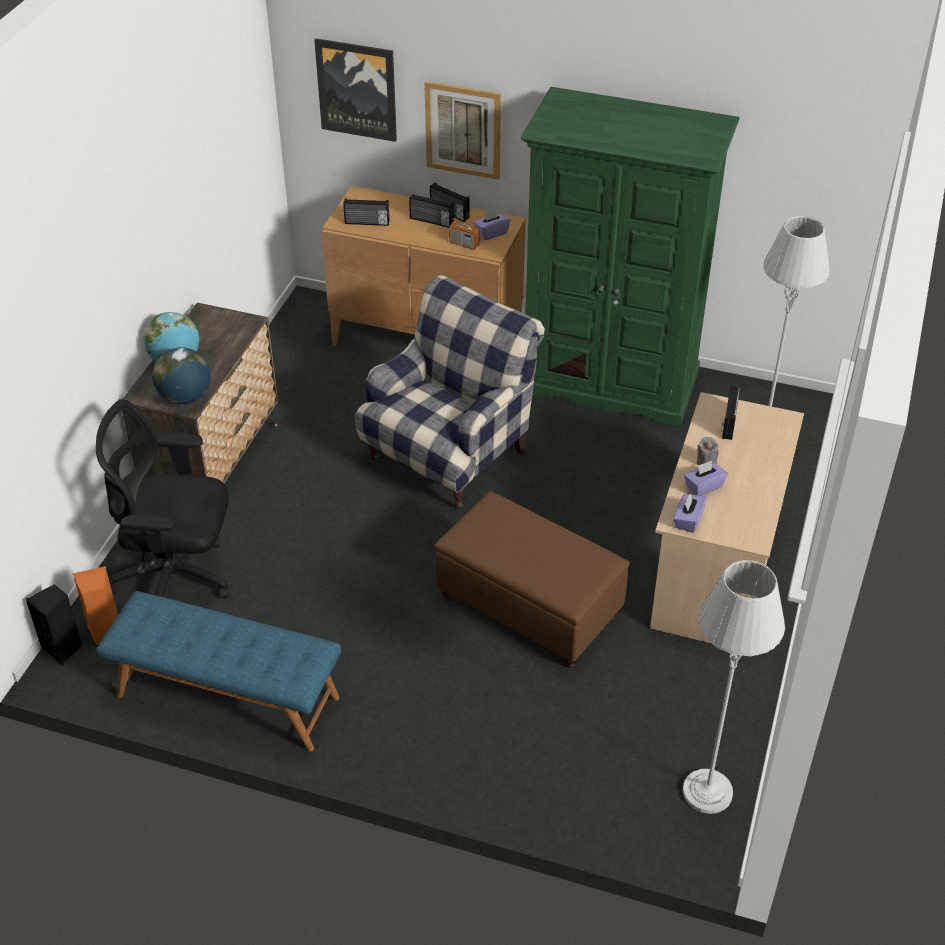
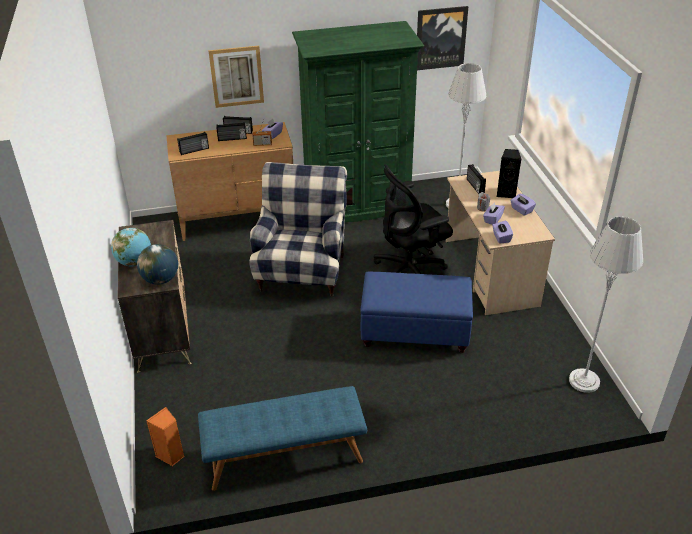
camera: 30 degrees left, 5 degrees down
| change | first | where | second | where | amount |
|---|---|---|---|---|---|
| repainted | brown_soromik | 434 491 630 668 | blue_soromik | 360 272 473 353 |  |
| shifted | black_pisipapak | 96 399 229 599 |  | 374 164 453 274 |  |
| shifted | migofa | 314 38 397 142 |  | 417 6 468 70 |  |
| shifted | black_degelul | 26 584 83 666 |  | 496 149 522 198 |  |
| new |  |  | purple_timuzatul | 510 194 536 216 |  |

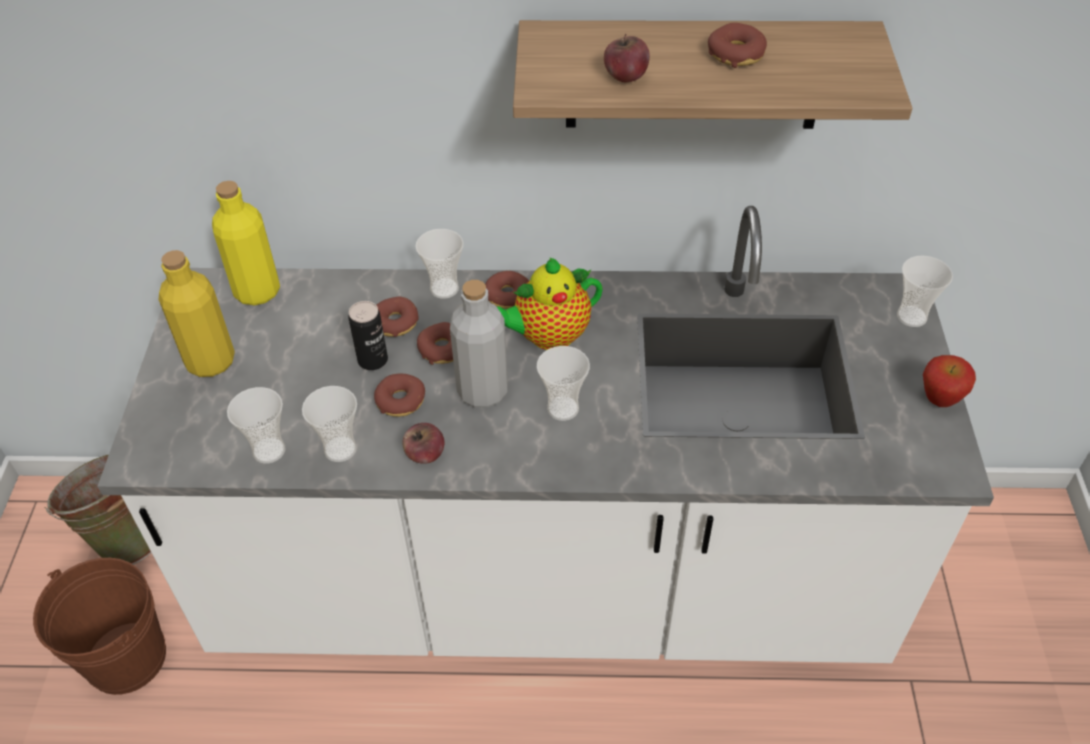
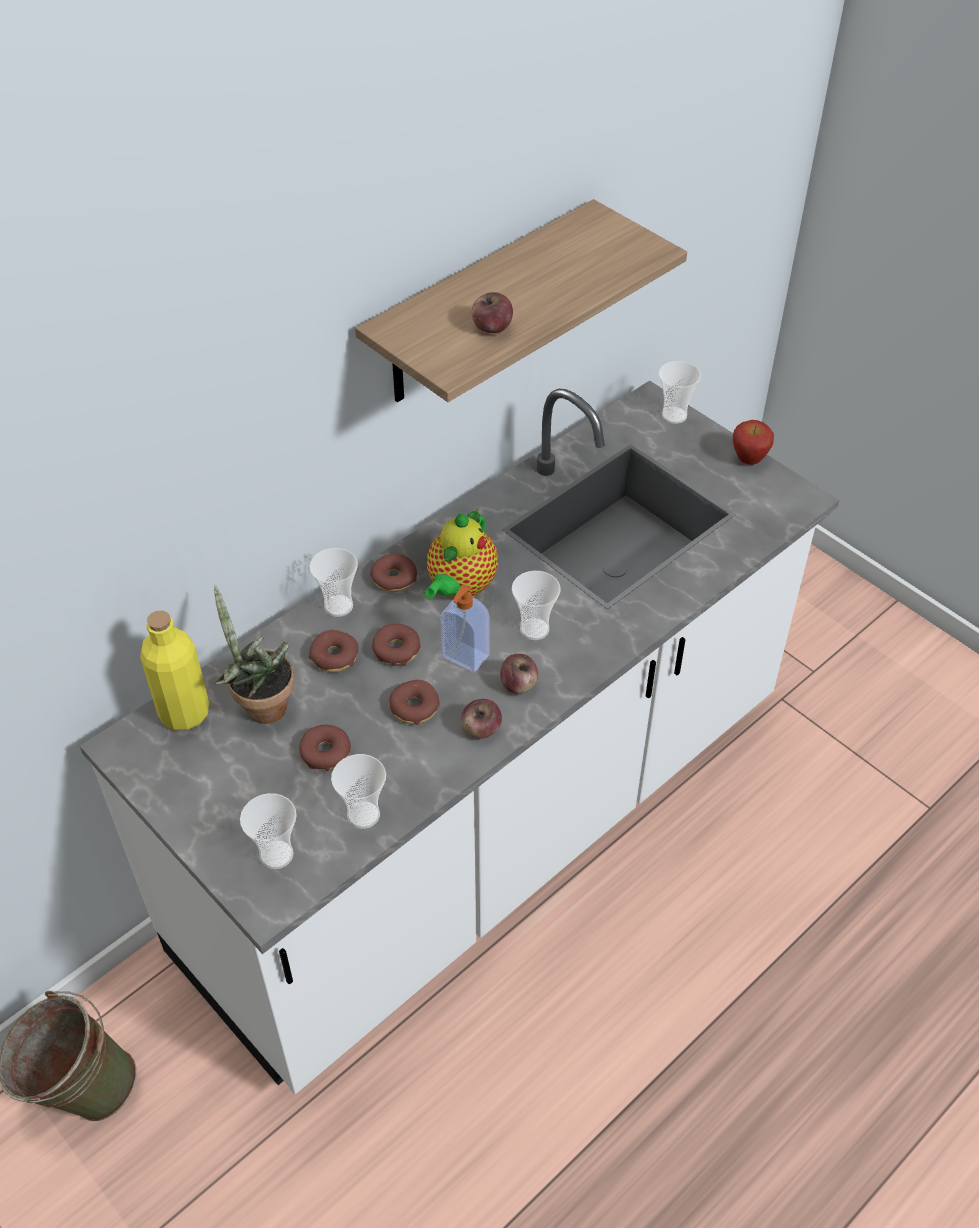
camera: 45 degrees left, 0 degrees up
| change | first | where | second | where | amount |
|---|---|---|---|---|---|
| new |  |  | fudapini | 213 584 295 724 |  |
| shifted | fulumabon | 302 386 357 462 |  | 240 793 297 869 |  |
| shifted | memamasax | 708 23 767 68 |  | 299 725 351 771 |  |
| swapped | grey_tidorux | 450 280 508 408 | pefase | 440 584 489 673 |  |
| new |  |  | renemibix | 500 654 538 694 |  |
| gone | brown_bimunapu | 33 558 166 695 |  |  |  |
| gone | yellow_tidorux | 159 250 235 377 |  |  |  |
| gone | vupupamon | 348 301 388 370 |  |  |  |

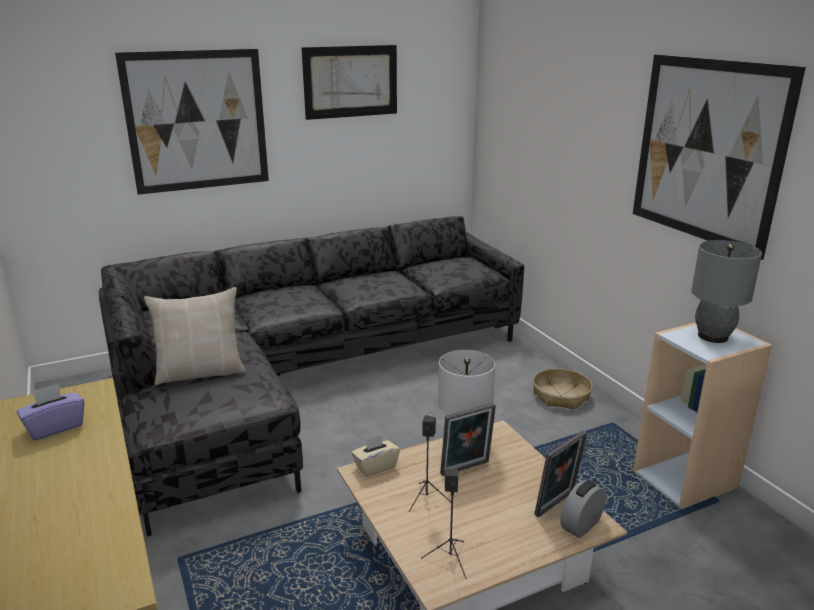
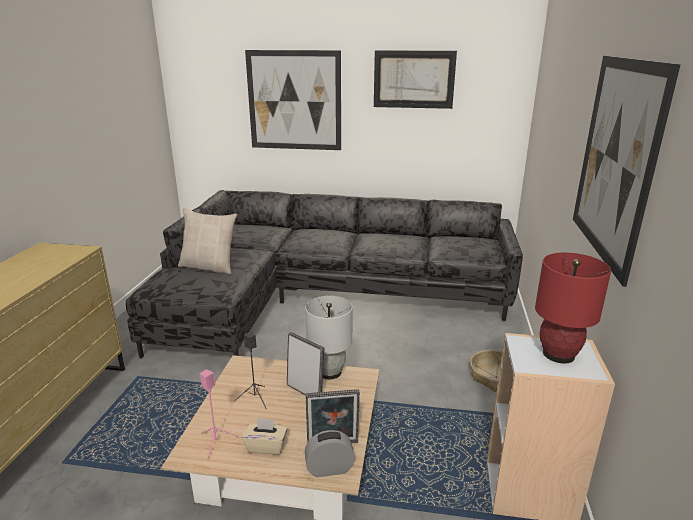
camera: 35 degrees right, 0 degrees up
| change | first | where | second | where | amount |
|---|---|---|---|---|---|
| repainted | black_degelul | 421 468 466 579 | pink_degelul | 200 369 239 461 |  |
| shifted | beige_timuzatul | 351 434 400 477 |  | 242 418 288 455 |  |
| rotated | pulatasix | 440 403 496 476 |  | 287 332 324 396 | 150 degrees counterclockwise |
| repainted | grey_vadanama | 691 240 762 343 | red_vadanama | 535 253 611 363 |  |
| gone | purple_timuzatul | 17 383 84 441 |  |  |  |

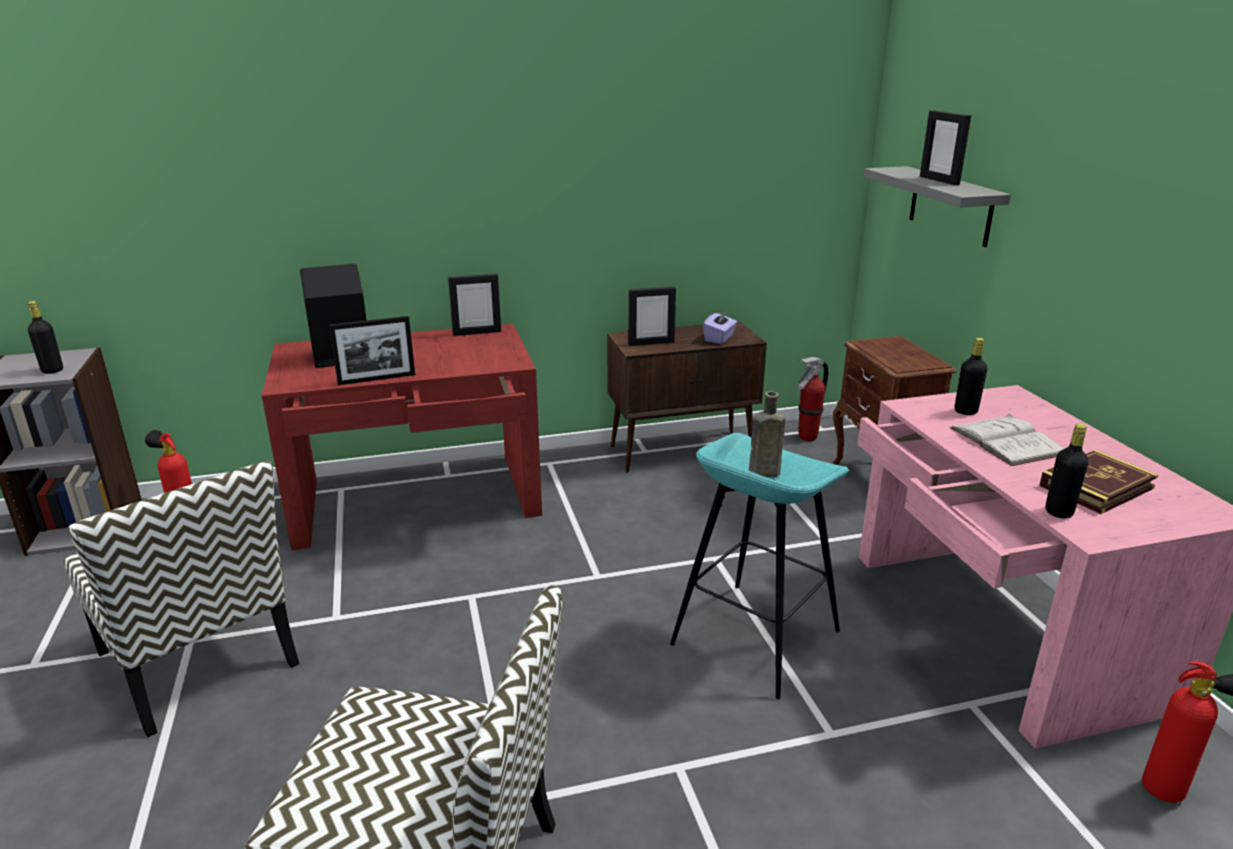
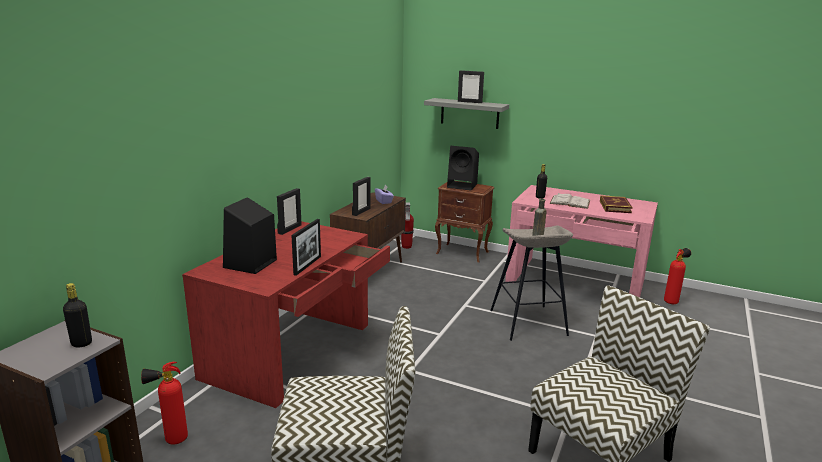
camera: 50 degrees left, 5 degrees down
| change | first | where | second | where | amount |
|---|---|---|---|---|---|
| new |  |  | black_degelul | 447 146 479 191 |  |
| repainted | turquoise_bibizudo | 670 433 849 699 | grey_bibizudo | 490 226 573 341 |  |
| gone | black_tidorux | 1046 423 1089 519 |  |  |  |

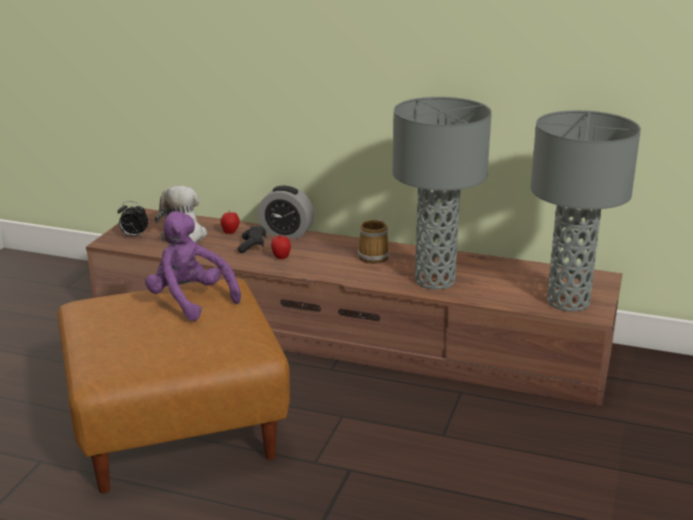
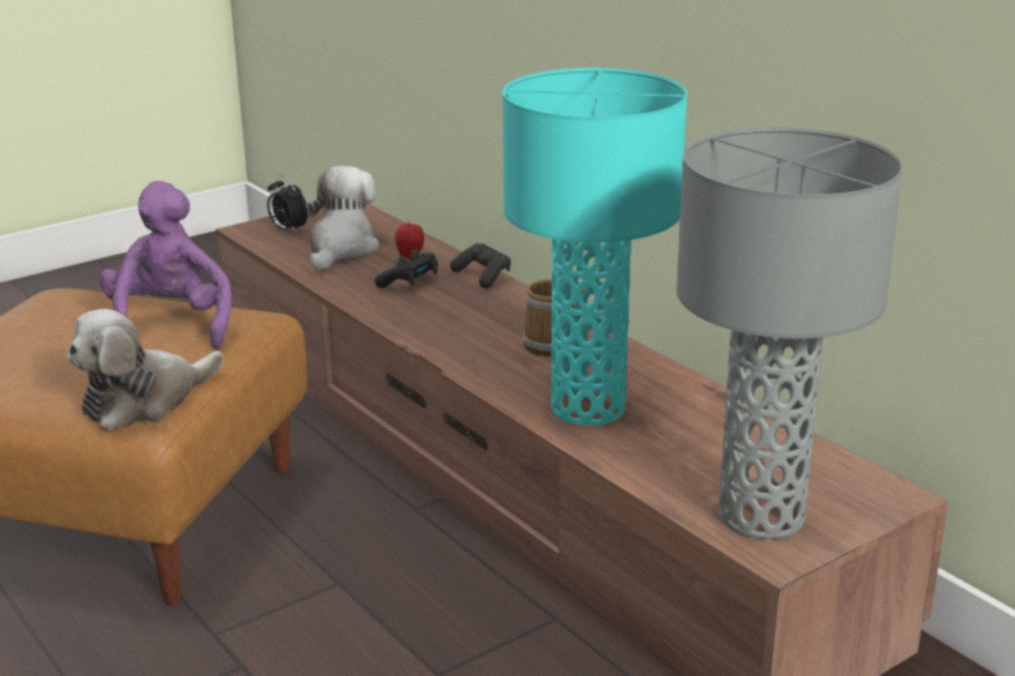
camera: 35 degrees right, 0 degrees up
| change | first | where | second | where | amount |
|---|---|---|---|---|---|
| new |  |  | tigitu | 67 309 224 430 |  |
| swapped | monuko | 258 186 314 239 | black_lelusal | 450 243 511 289 |  |
| repainted | grey_vadanama | 392 97 492 289 | turquoise_vadanama | 503 68 687 426 |  |
| gone | renemibix | 271 235 291 259 |  |  |  |

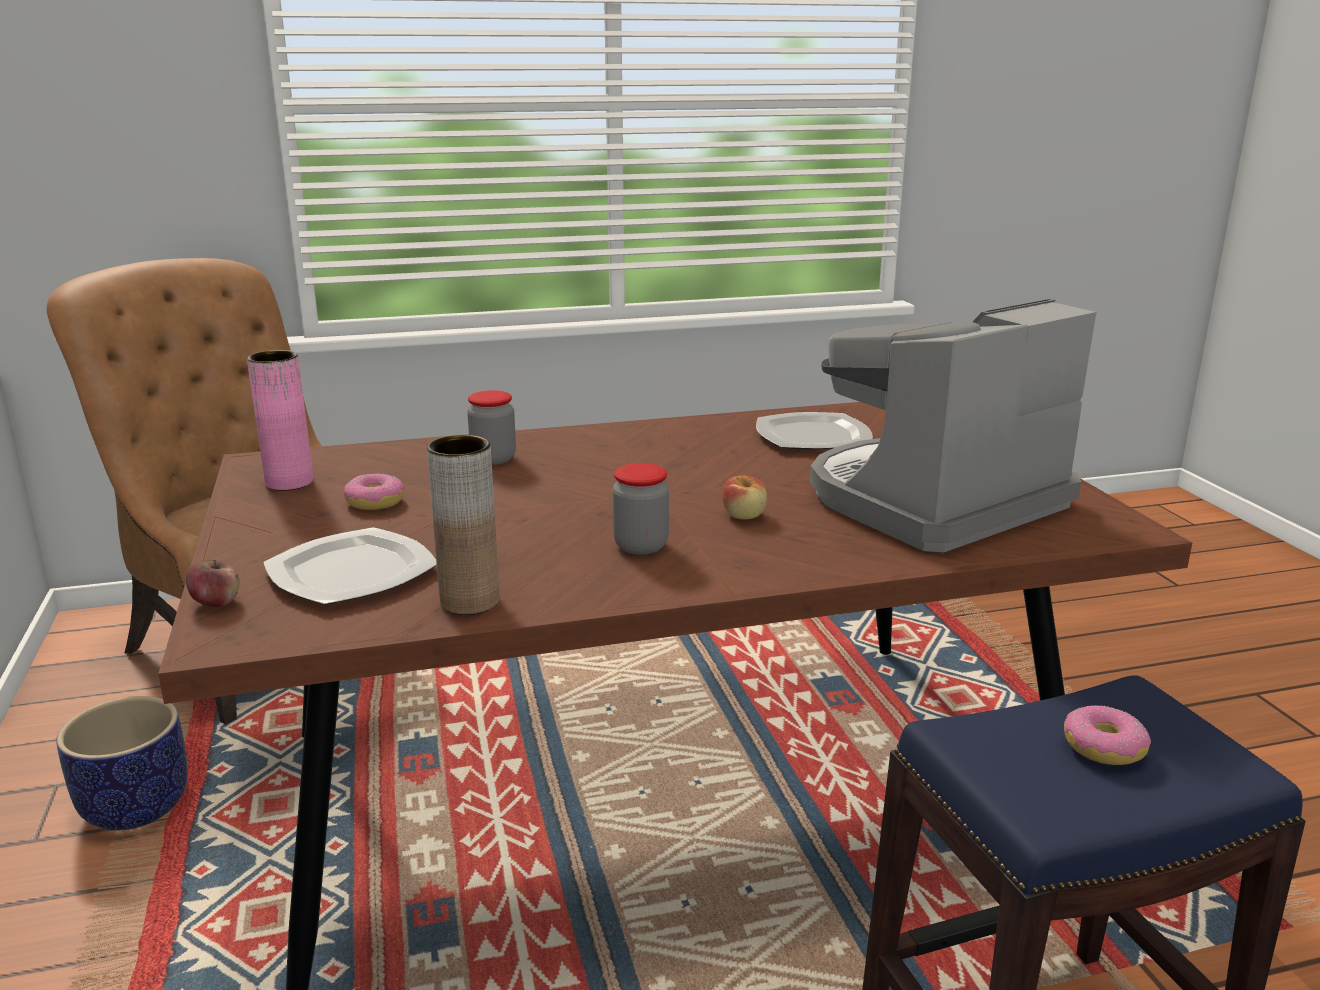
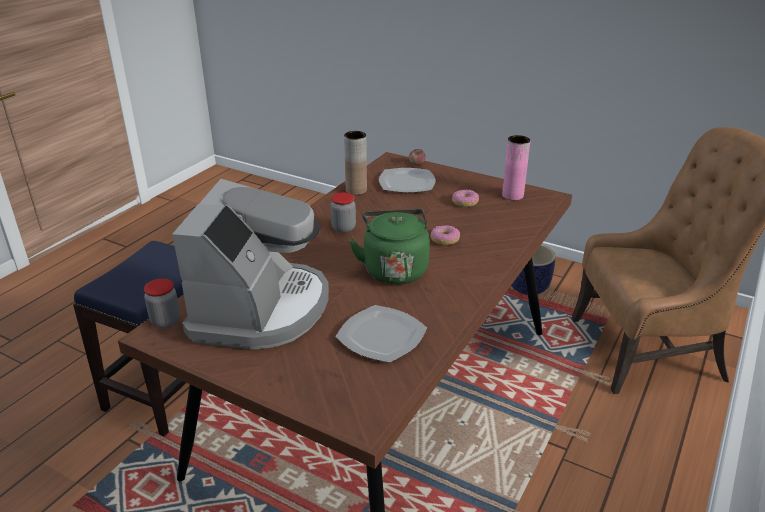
camera: 135 degrees right, 10 degrees up
| change | first | where | second | where | amount |
|---|---|---|---|---|---|
| shifted | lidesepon | 467 390 516 465 |  | 144 279 180 328 |  |
| new |  |  | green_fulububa | 349 209 430 284 |  |
| shifted | memamasax | 1064 705 1151 765 |  | 431 225 460 245 |  |
| gone | renemibix | 722 475 767 520 |  |  |  |

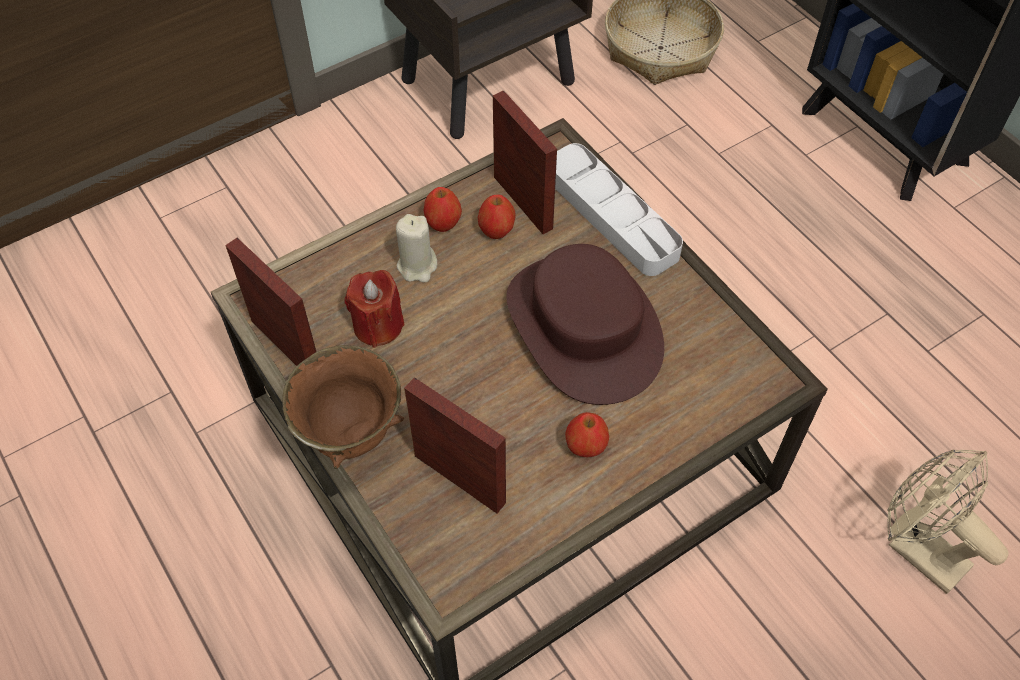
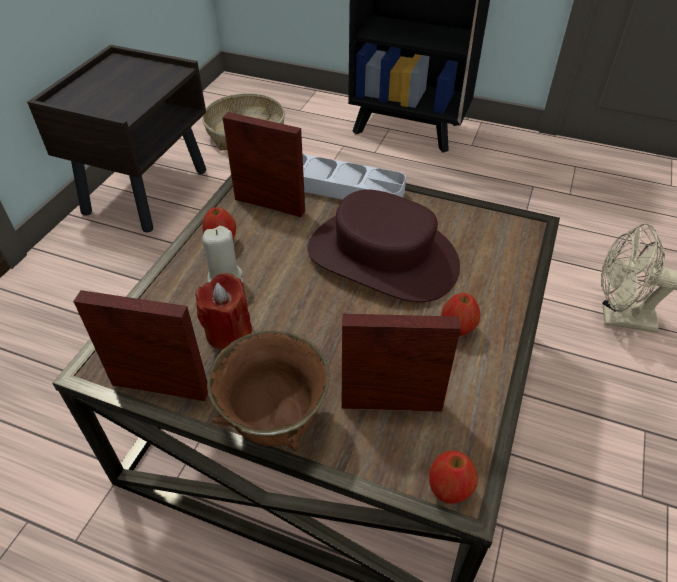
camera: 35 degrees left, 10 degrees down
| change | first | where | second | where | amount |
|---|---|---|---|---|---|
| shifted | renemibix | 478 194 516 239 |  | 429 451 478 504 |  |

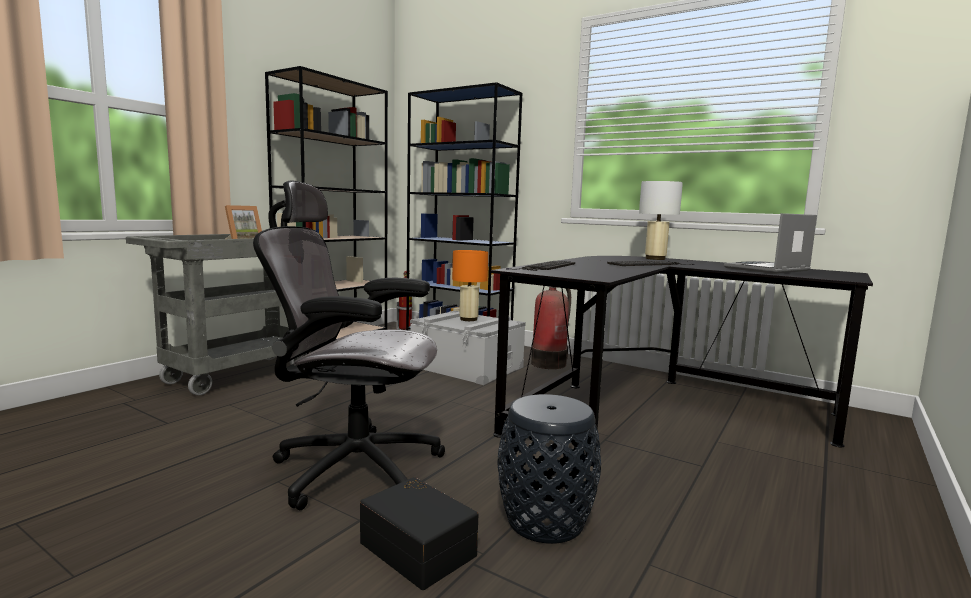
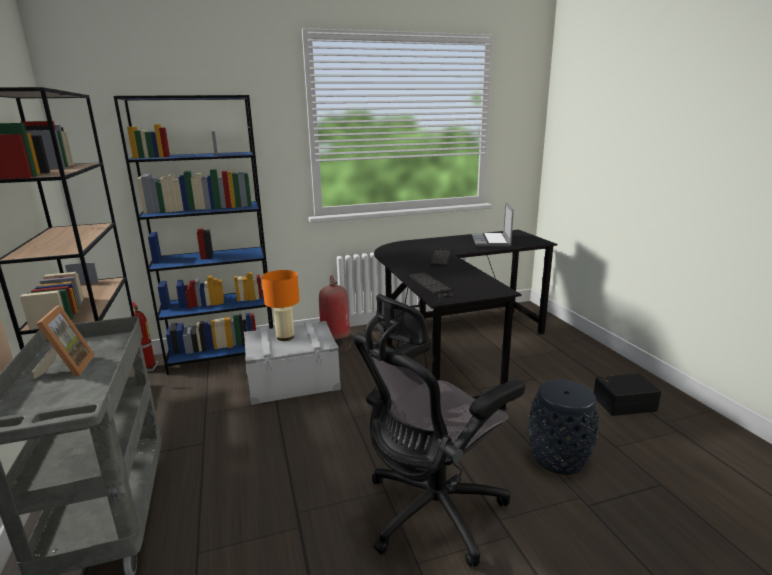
camera: 50 degrees left, 10 degrees up
| change | first | where | second | where | amount |
|---|---|---|---|---|---|
| shifted | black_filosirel | 360 477 478 590 |  | 594 374 661 416 |  |
| gone | white_vadanama | 639 181 683 260 |  |  |  |

